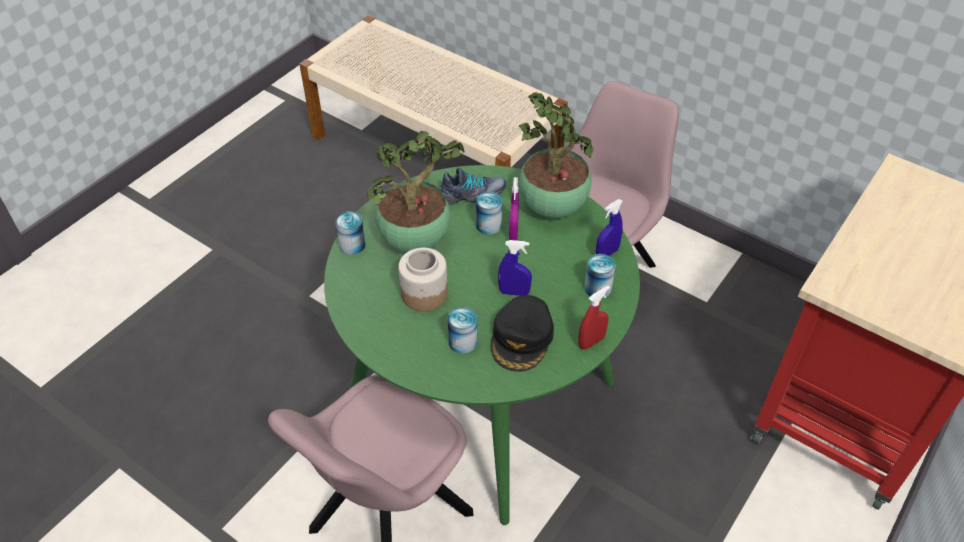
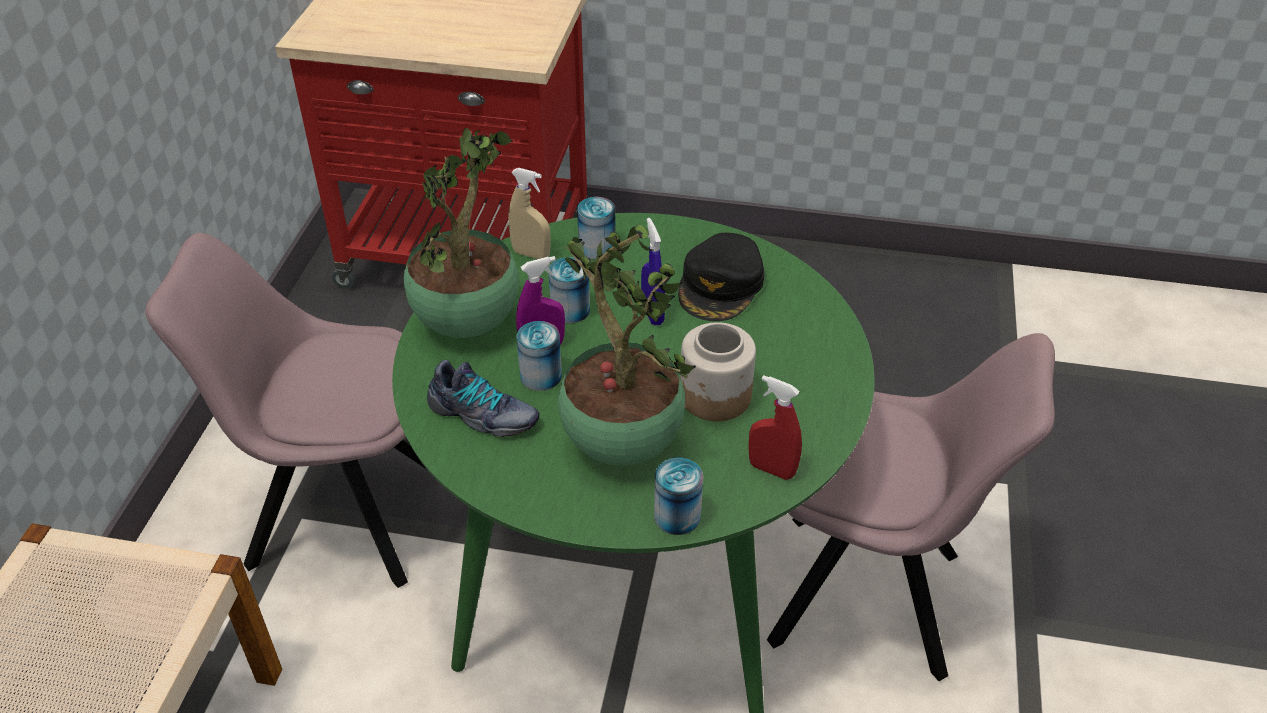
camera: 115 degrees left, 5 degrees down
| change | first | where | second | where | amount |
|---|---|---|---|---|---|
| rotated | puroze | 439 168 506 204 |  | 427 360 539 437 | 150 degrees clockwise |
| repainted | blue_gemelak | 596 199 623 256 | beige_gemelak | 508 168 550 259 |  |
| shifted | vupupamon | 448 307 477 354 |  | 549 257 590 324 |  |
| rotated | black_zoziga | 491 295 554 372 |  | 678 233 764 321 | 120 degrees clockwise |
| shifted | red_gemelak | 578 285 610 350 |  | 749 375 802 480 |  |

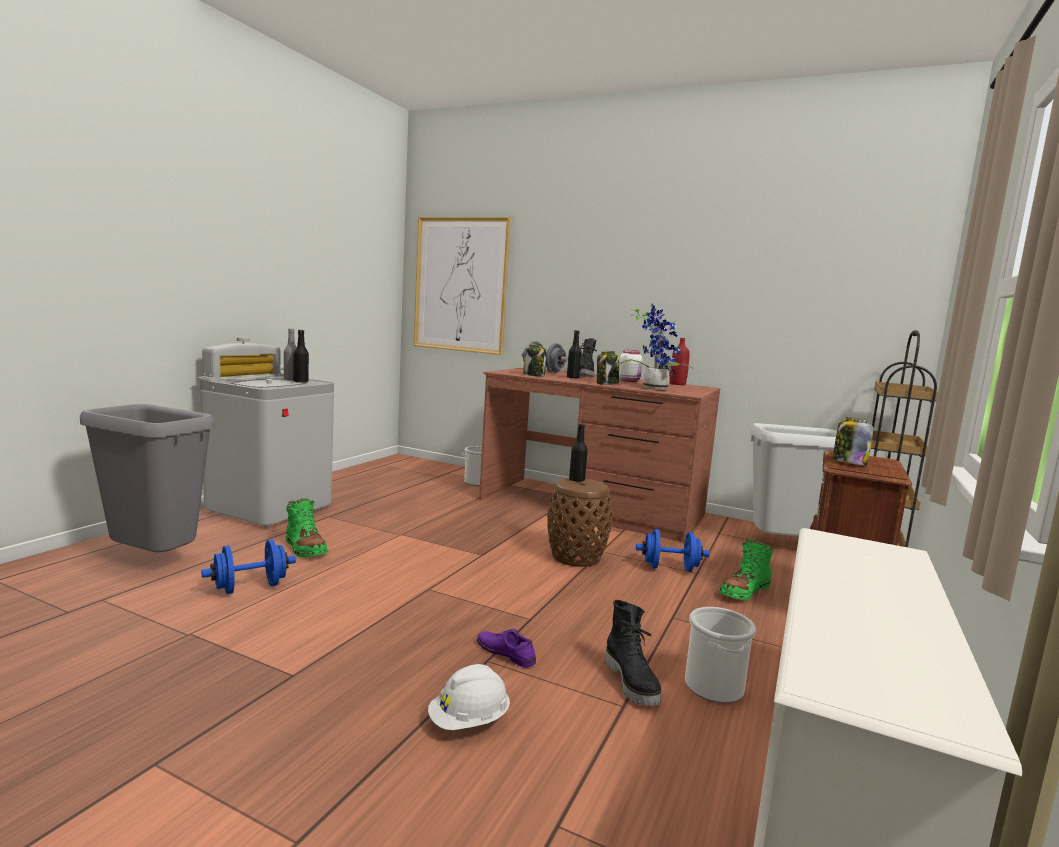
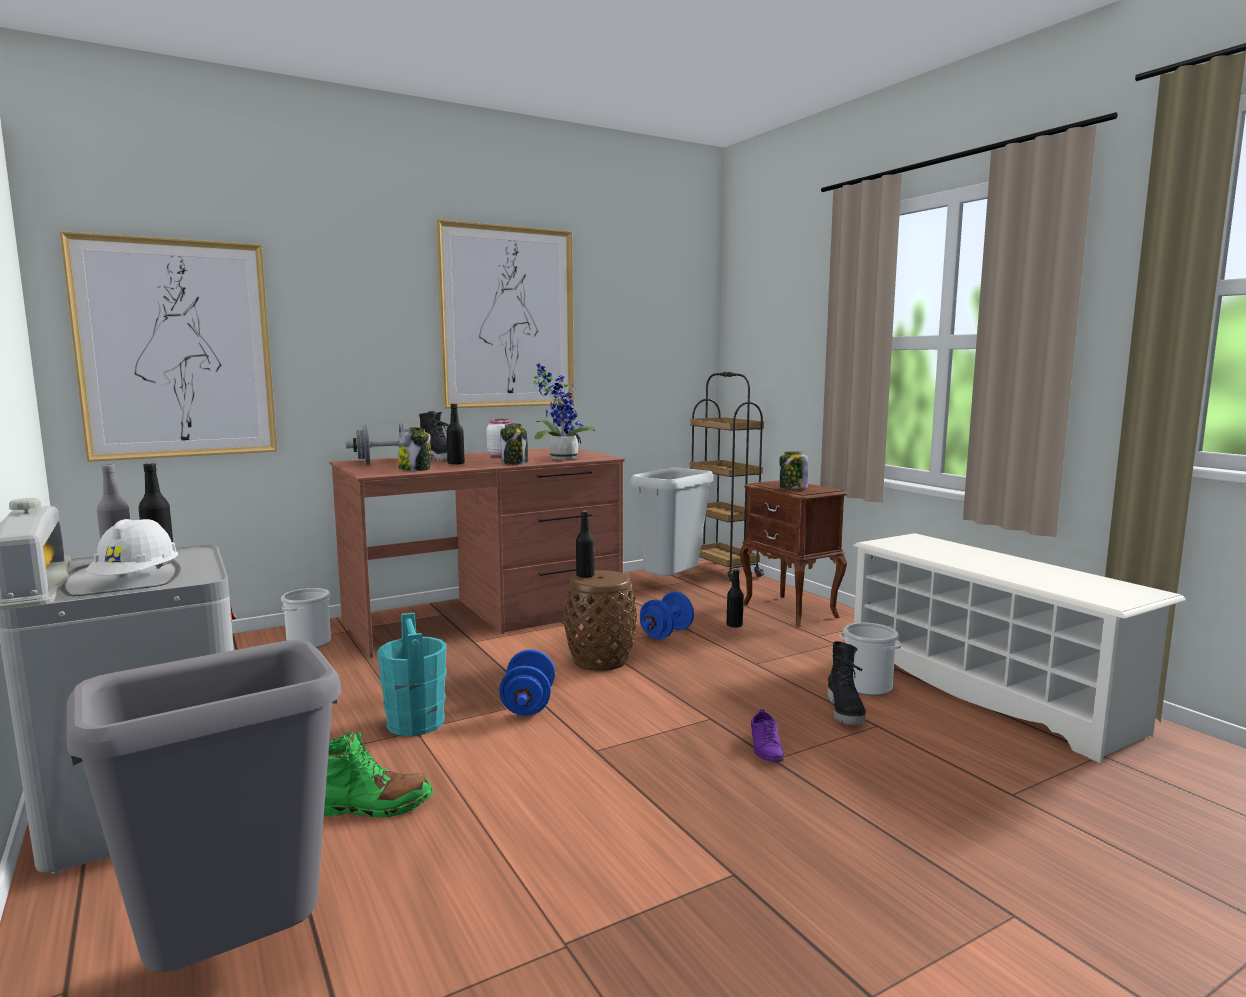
camera: 55 degrees left, 0 degrees up
| change | first | where | second | where | amount |
|---|---|---|---|---|---|
| shifted | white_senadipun | 428 664 510 730 |  | 85 519 178 576 |  |
| new |  |  | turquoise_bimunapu | 377 612 447 736 |  |
| new |  |  | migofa | 436 219 574 408 |  |
| shifted | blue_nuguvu | 201 540 296 594 |  | 499 649 555 716 |  |
| swapped | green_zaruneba | 719 539 773 600 | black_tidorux | 727 569 743 628 |  |
| rotated | purple_puroze | 477 629 536 668 |  | 751 709 784 762 | 75 degrees counterclockwise |
| rotated | black_zaruneba | 605 600 661 706 |  | 827 641 866 725 | 75 degrees clockwise |
| gone | red_tidorux | 670 338 689 385 |  |  |  |

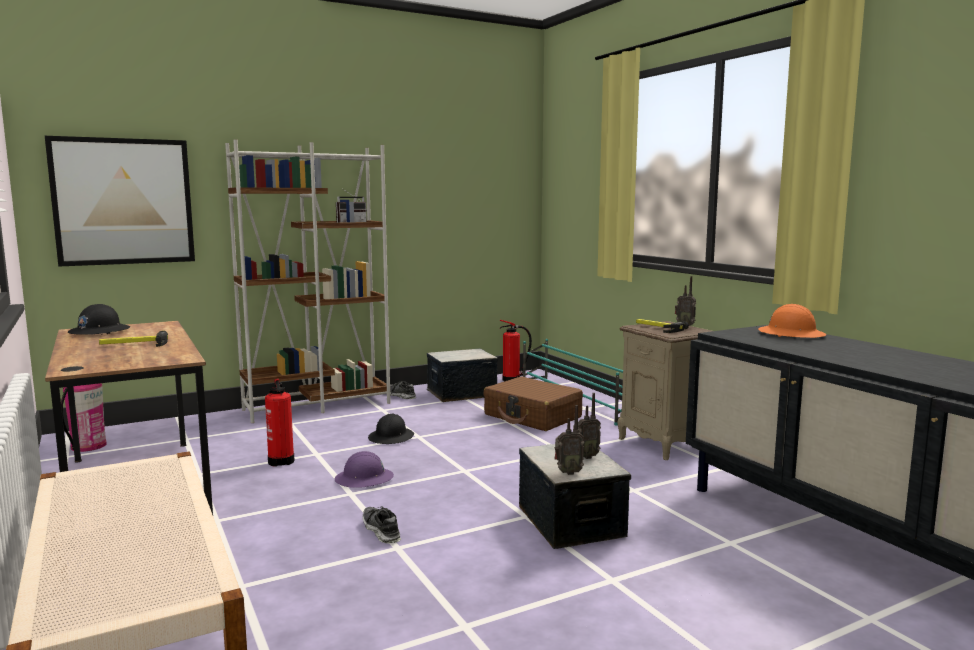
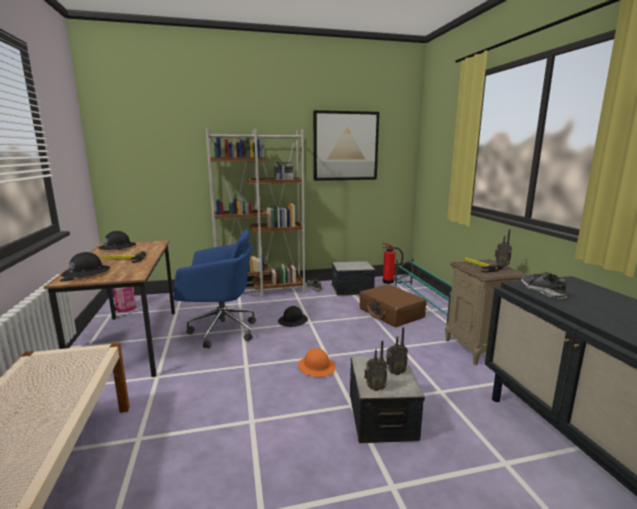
camera: 15 degrees right, 5 degrees up
| change | first | where | second | where | amount |
|---|---|---|---|---|---|
| new |  |  | black_senadipun | 61 252 110 278 |  |
| swapped | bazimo | 265 379 294 467 | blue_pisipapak | 174 229 256 348 |  |
| shifted | orange_senadipun | 758 304 826 338 |  | 298 348 336 377 |  |
| shifted | migofa | 45 136 195 267 |  | 313 110 379 181 |  |
| shifted | puroze | 363 507 401 544 |  | 521 272 567 299 |  |
| gone | purple_senadipun | 334 451 394 488 |  |  |  |

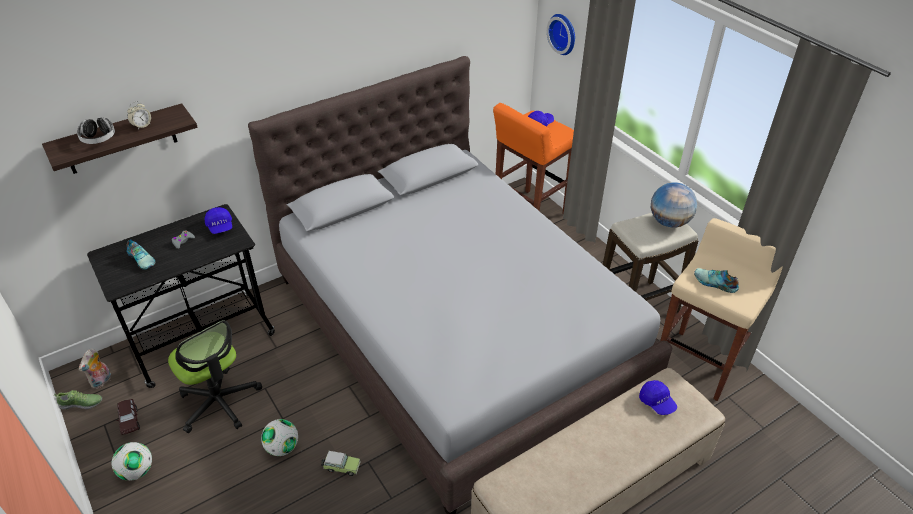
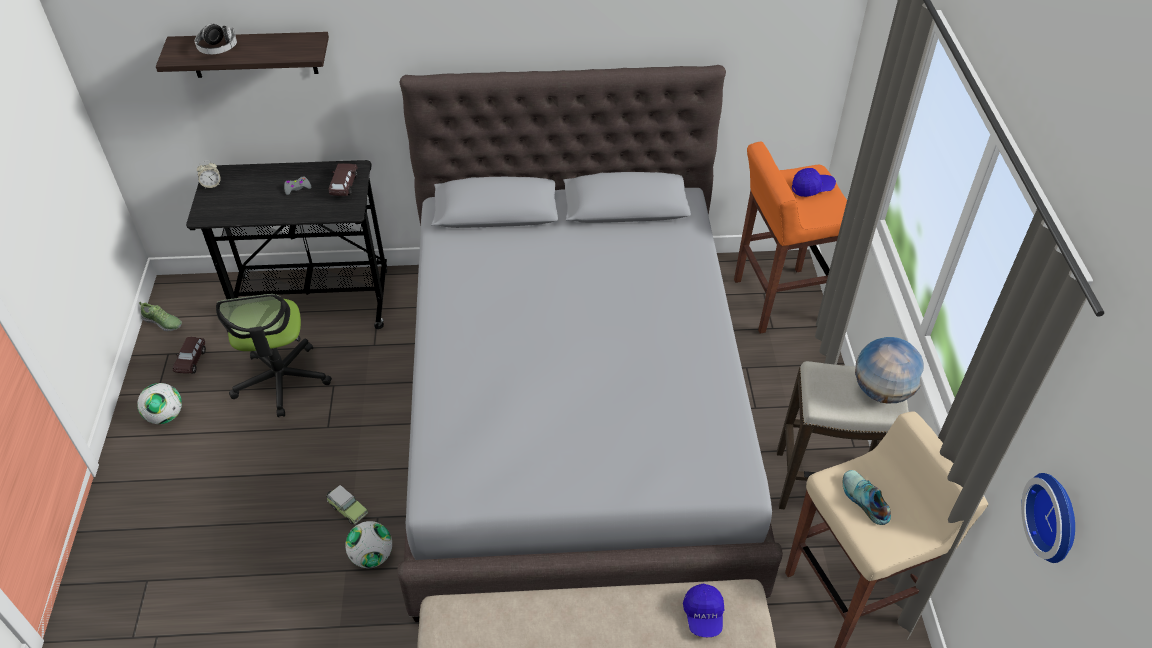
camera: 30 degrees right, 5 degrees up
| change | first | where | second | where | amount |
|---|---|---|---|---|---|
| shifted | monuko | 127 101 151 130 |  | 197 161 221 188 |  |
| swapped | blue_zoziga | 205 207 232 234 | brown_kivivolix | 329 163 358 196 |  |
| shifted | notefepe | 261 419 298 456 |  | 345 521 392 568 |  |
| shifted | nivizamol | 547 14 575 55 |  | 1021 473 1075 563 |  |
| gone | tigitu | 79 348 111 389 |  |  |  |
| gone | puroze | 127 239 155 270 |  |  |  |

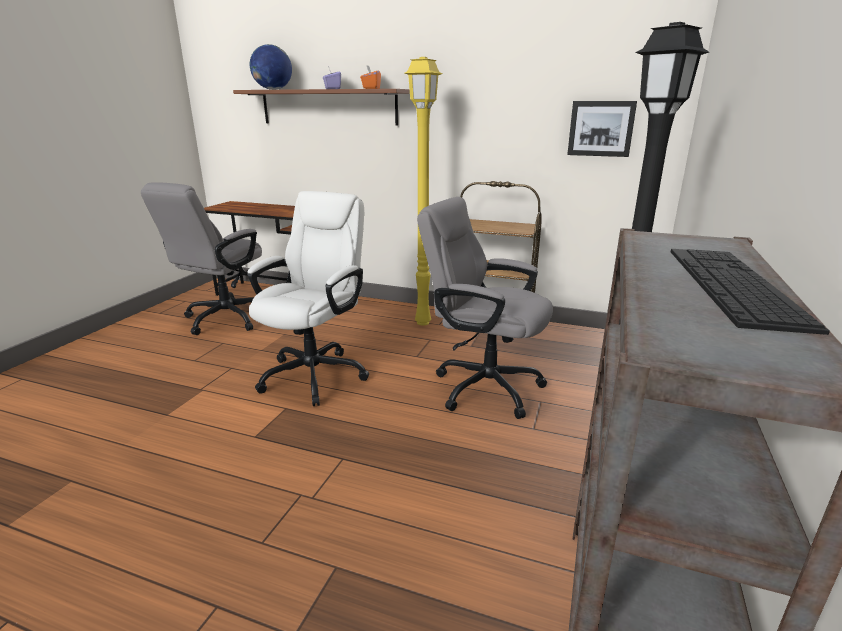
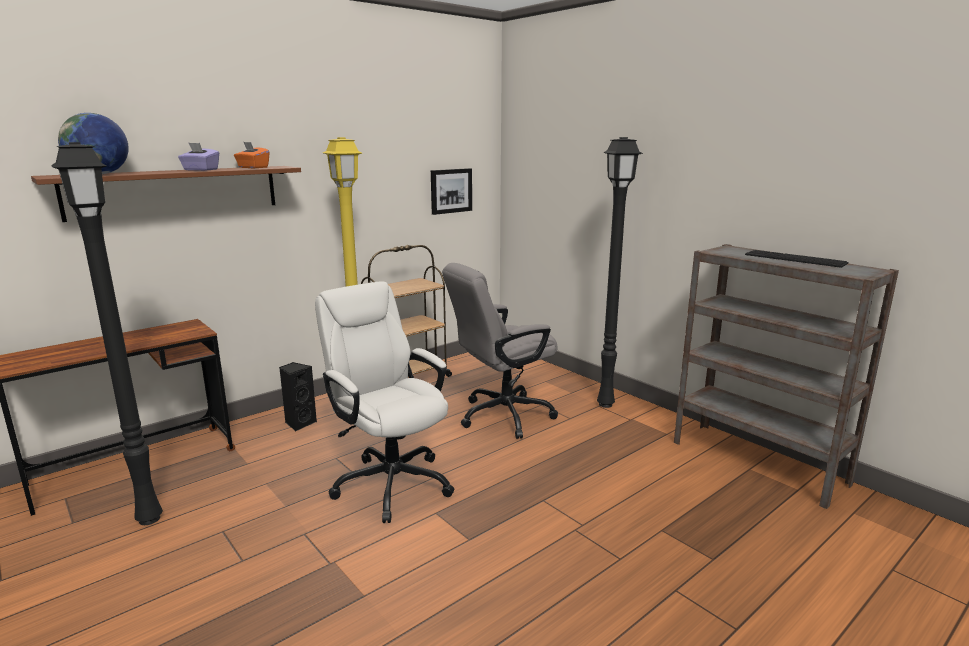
camera: 60 degrees left, 5 degrees down
| change | first | where | second | where | amount |
|---|---|---|---|---|---|
| swapped | grey_pisipapak | 141 182 262 335 | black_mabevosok | 51 142 163 525 |  |
| new |  |  | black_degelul | 279 362 317 431 |  |

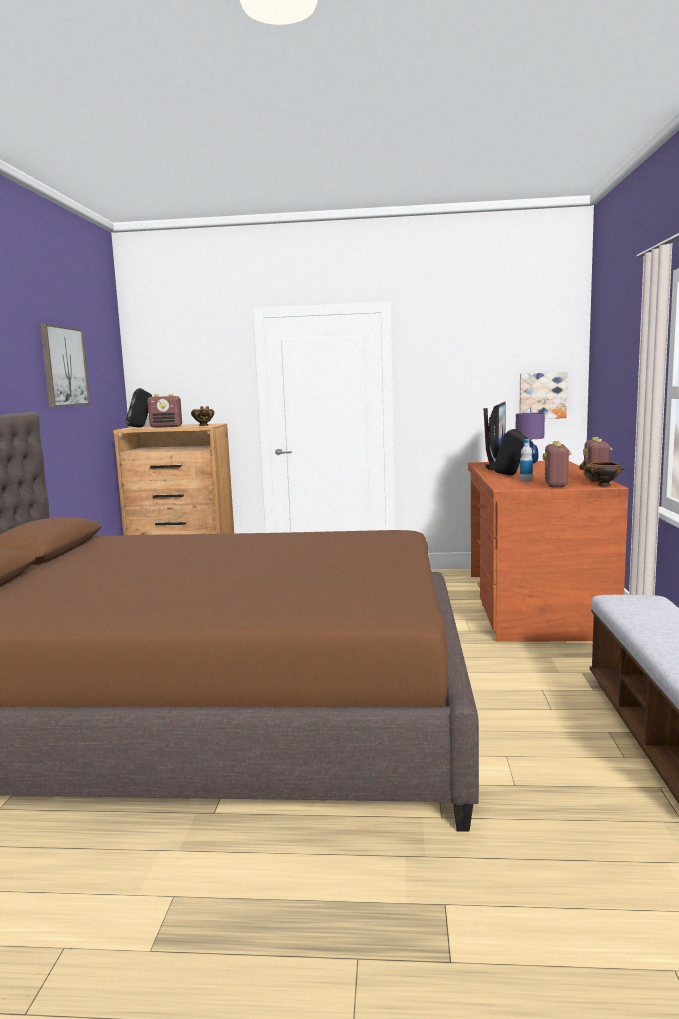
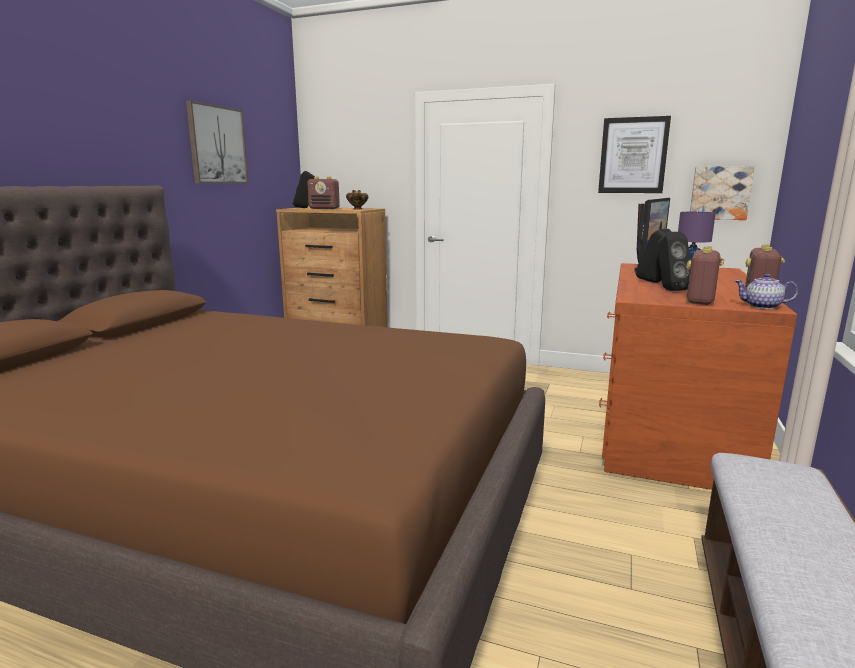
camera: 15 degrees right, 5 degrees up
| change | first | where | second | where | amount |
|---|---|---|---|---|---|
| new |  |  | migofa | 598 116 671 193 |  |
| swapped | tidorux | 520 439 533 481 | black_degelul | 657 232 690 291 |  |
| swapped | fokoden | 579 459 625 486 | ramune | 735 274 798 309 |  |

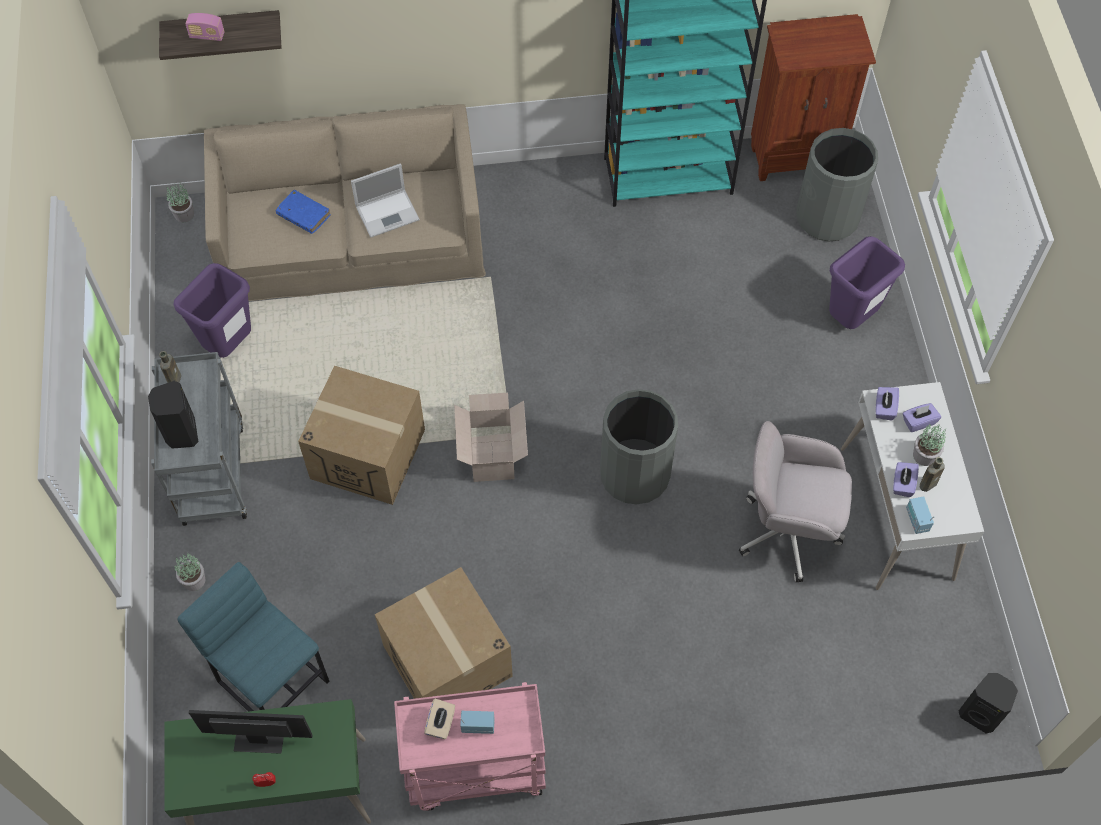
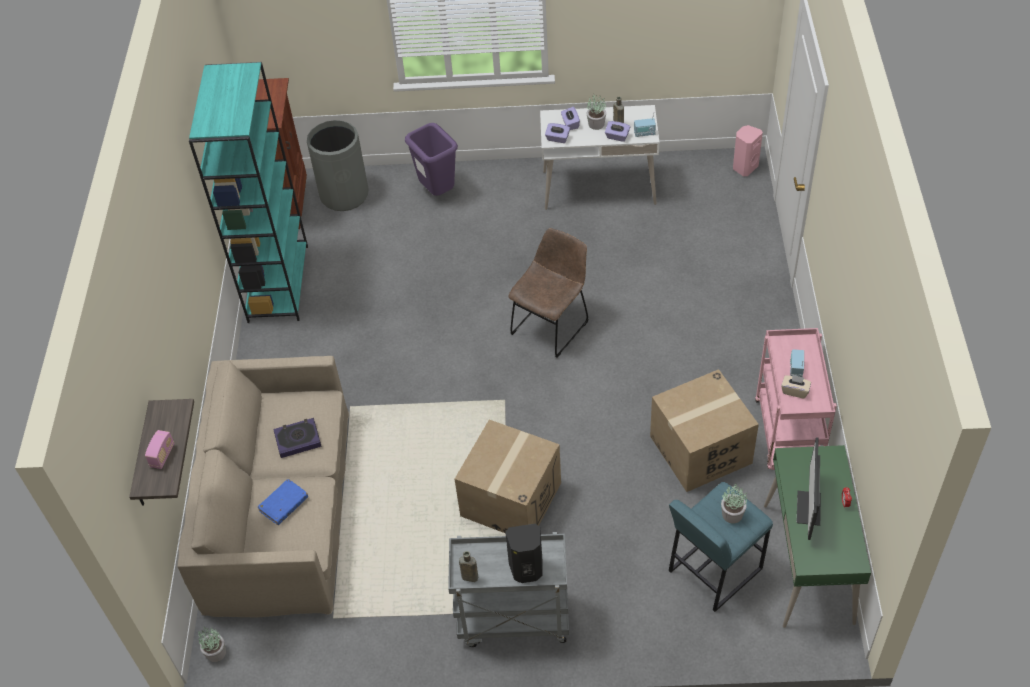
camera: 80 degrees left, 10 degrees down
| change | first | where | second | where | amount |
|---|---|---|---|---|---|
| swapped | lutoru | 351 163 420 238 | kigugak | 273 418 322 458 |  |
| swapped | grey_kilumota | 600 389 678 504 | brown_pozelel | 508 228 589 358 |  |
| shifted | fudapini | 174 553 205 591 |  | 721 484 747 523 |  |
| repainted | black_degelul | 959 673 1018 734 | pink_degelul | 733 125 763 176 |  |
| gone | purple_kilumota | 173 263 251 358 |  |  |  |
| gone | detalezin | 454 393 528 482 |  |  |  |
| gone | grey_pisipapak | 739 421 852 582 |  |  |  |

